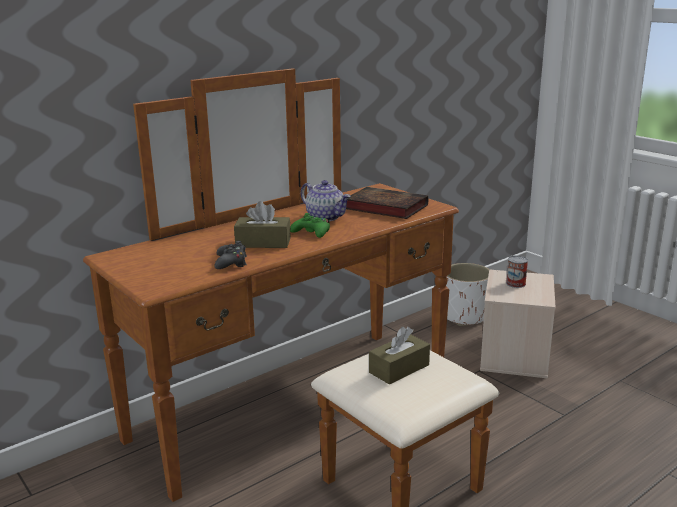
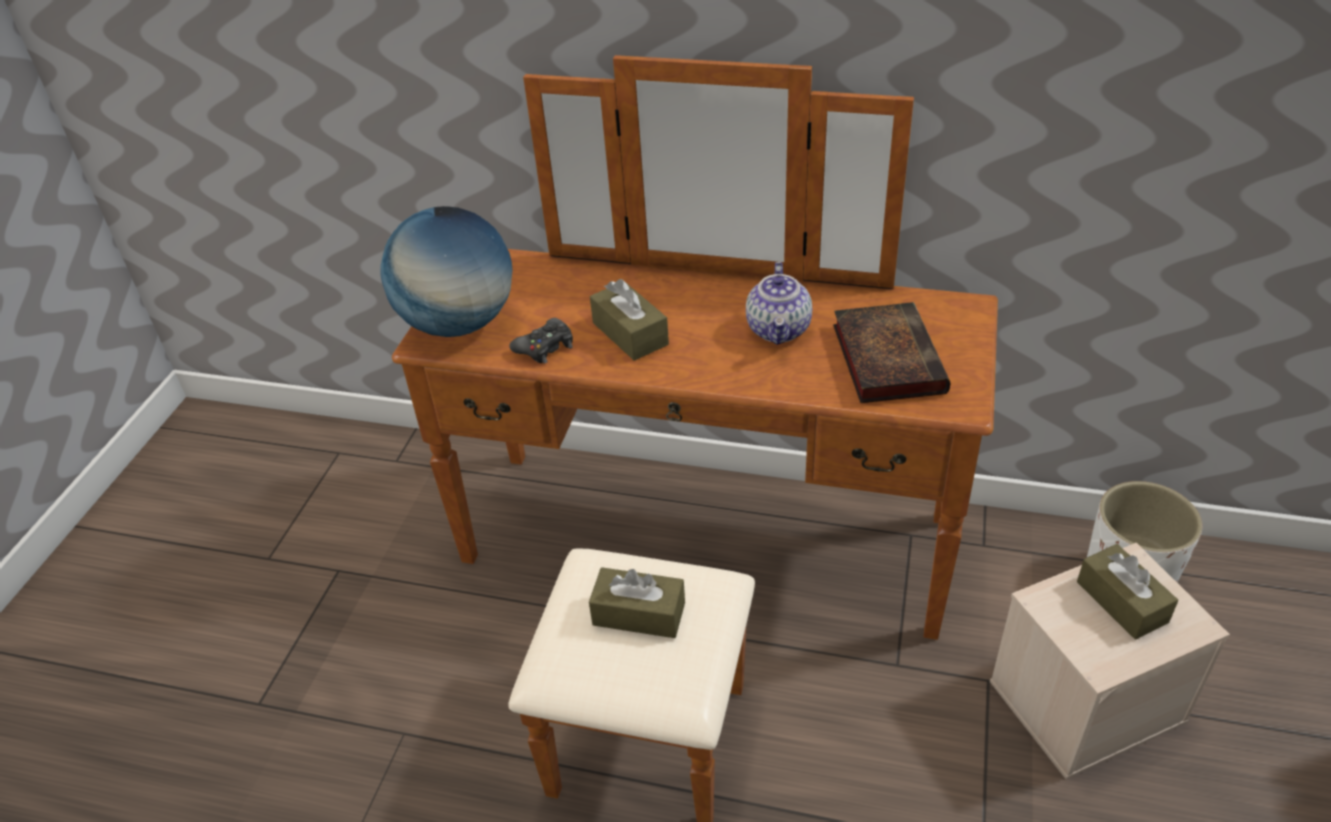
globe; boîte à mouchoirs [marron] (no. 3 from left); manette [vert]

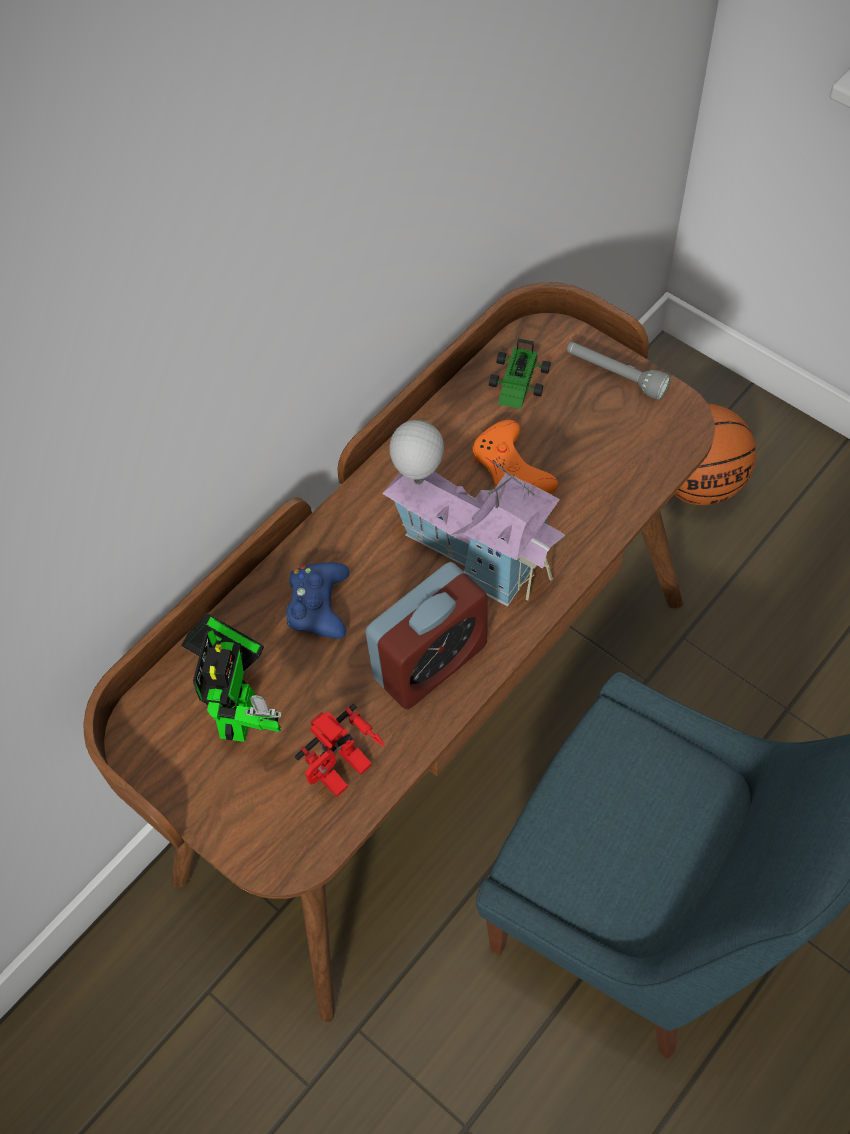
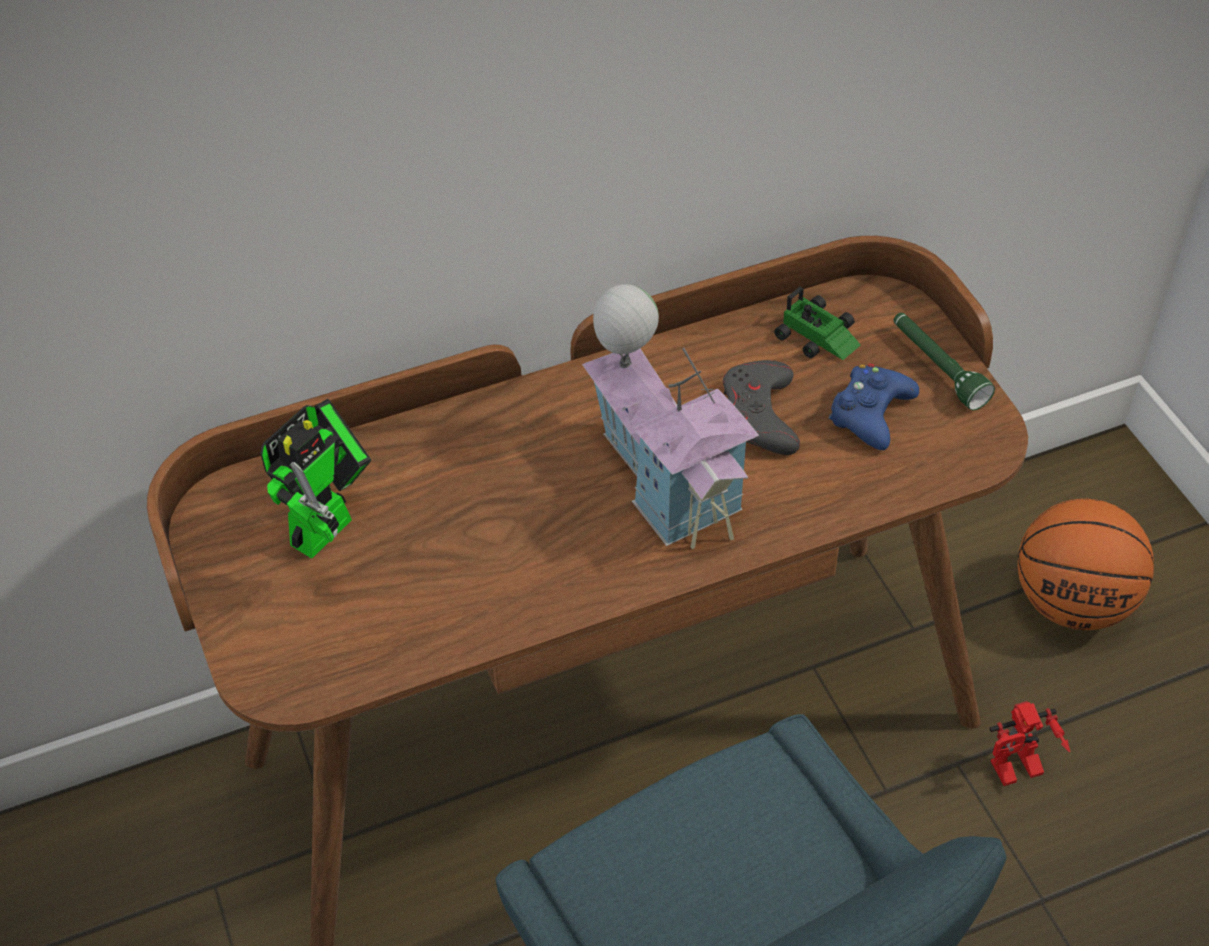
manette [gris]; petite voiture; manette [bleu]; lampe de poche [vert]; robot jouet (no. 2 from left); réveil

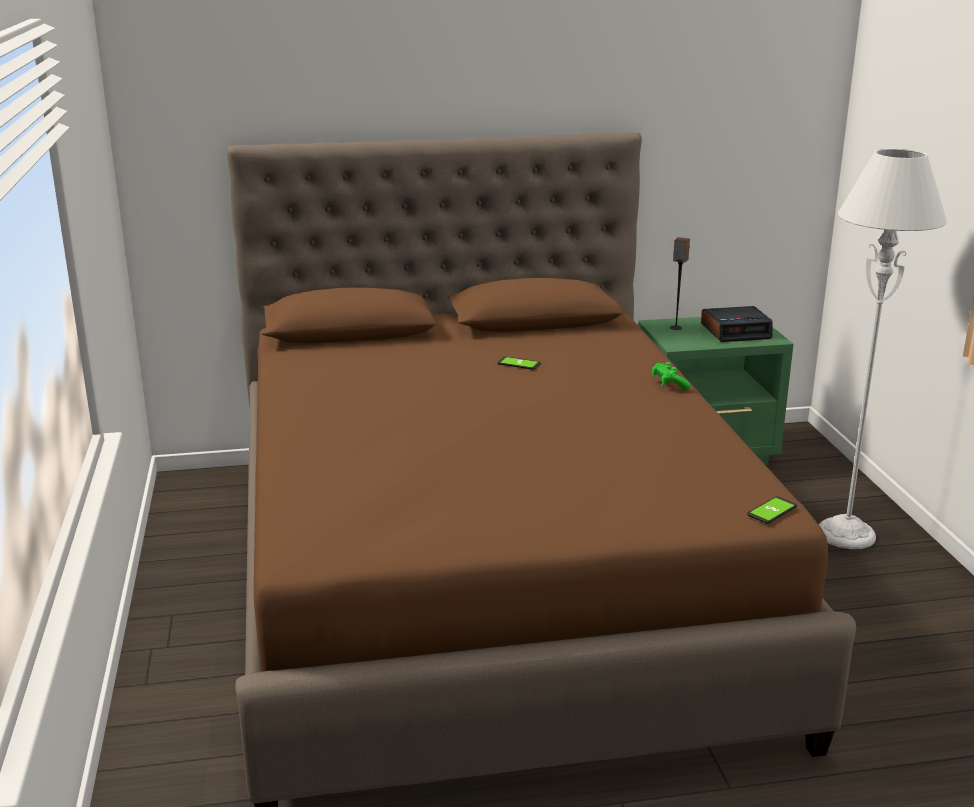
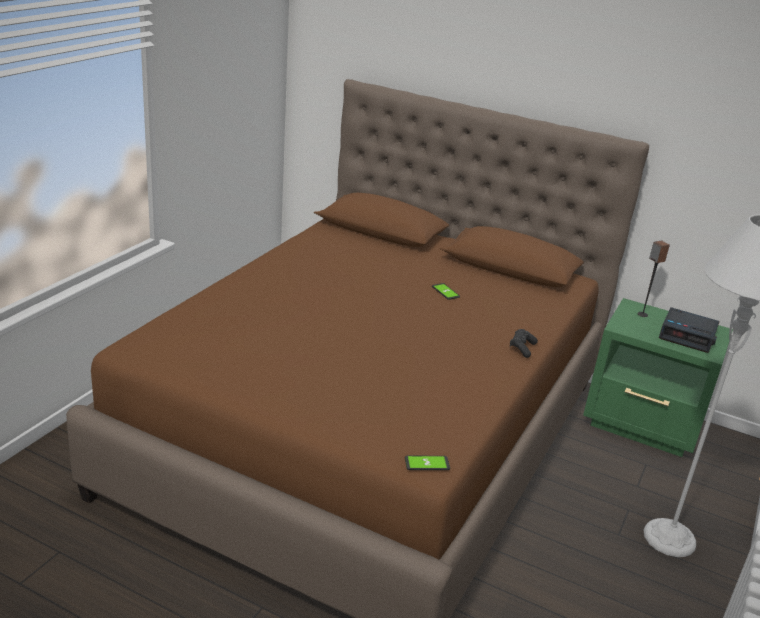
manette [noir]

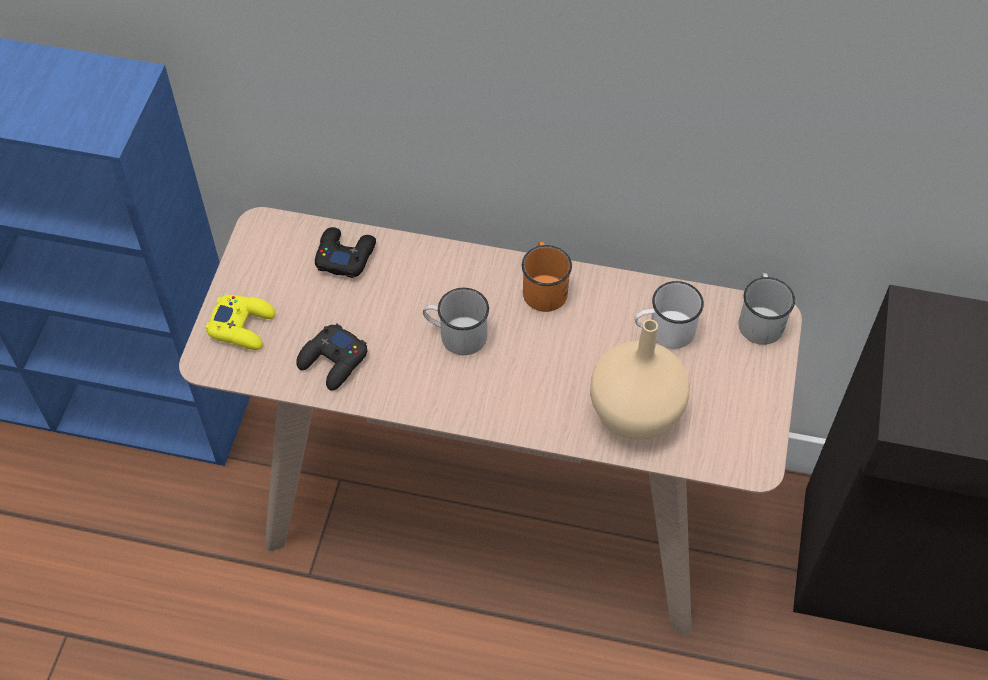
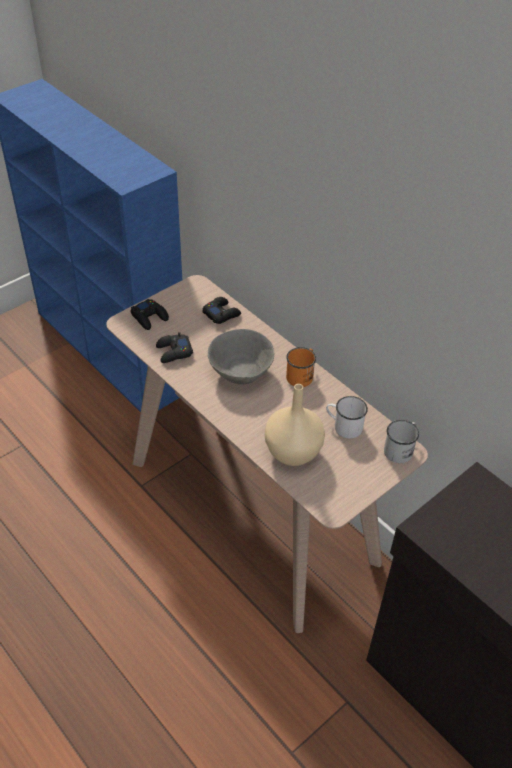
manette [noir] (no. 1 from left); bol [gris]

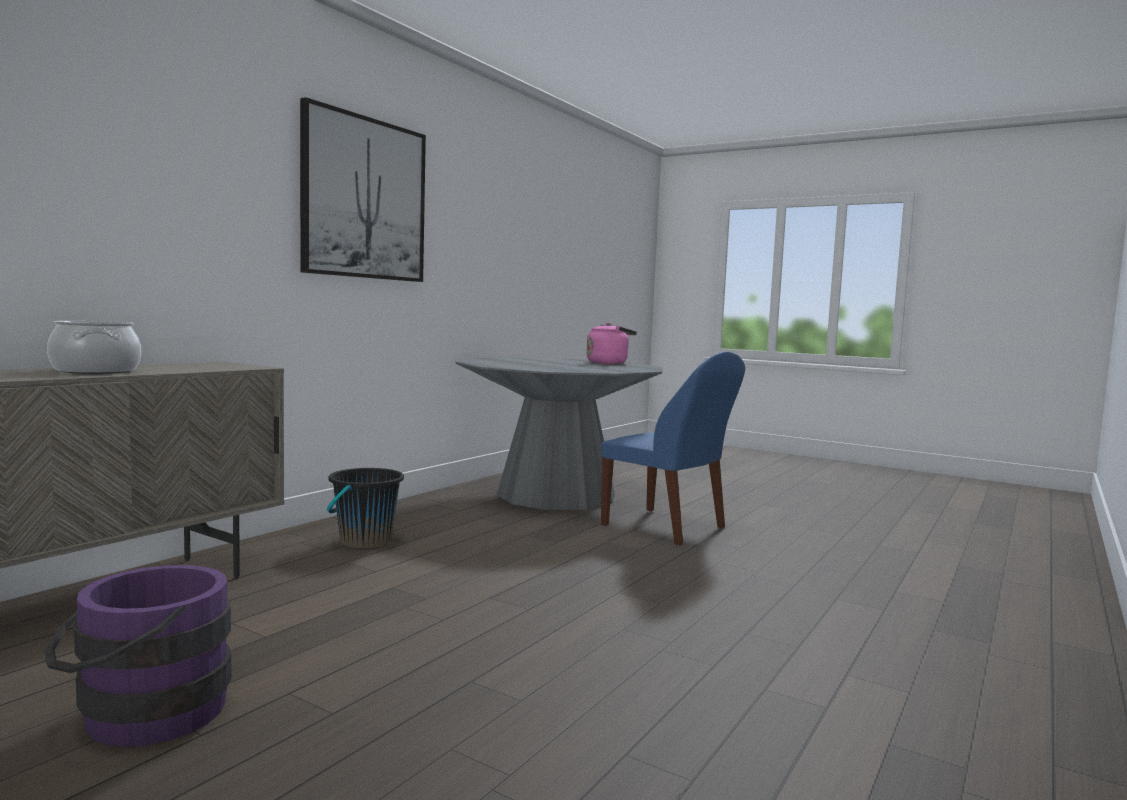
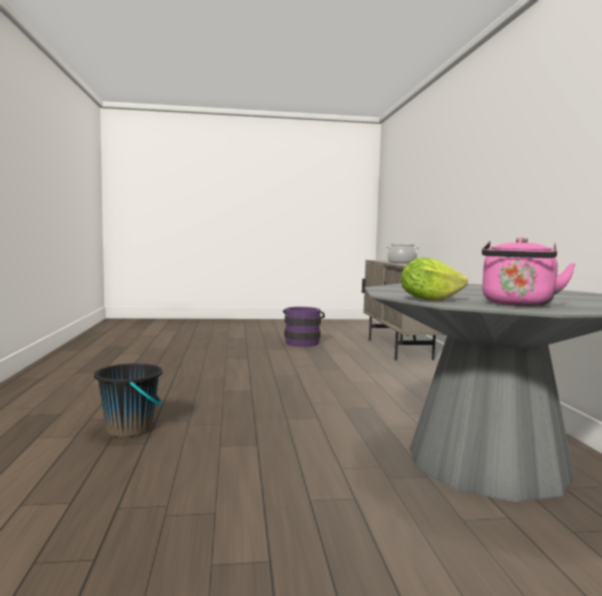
seau [noir]; laitue; tableau; chaise [bleu]

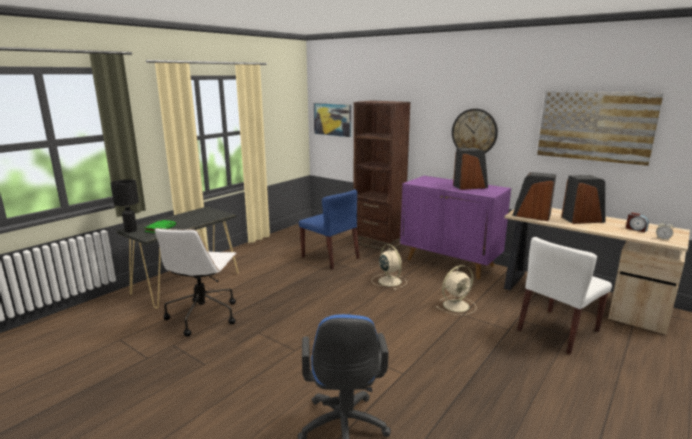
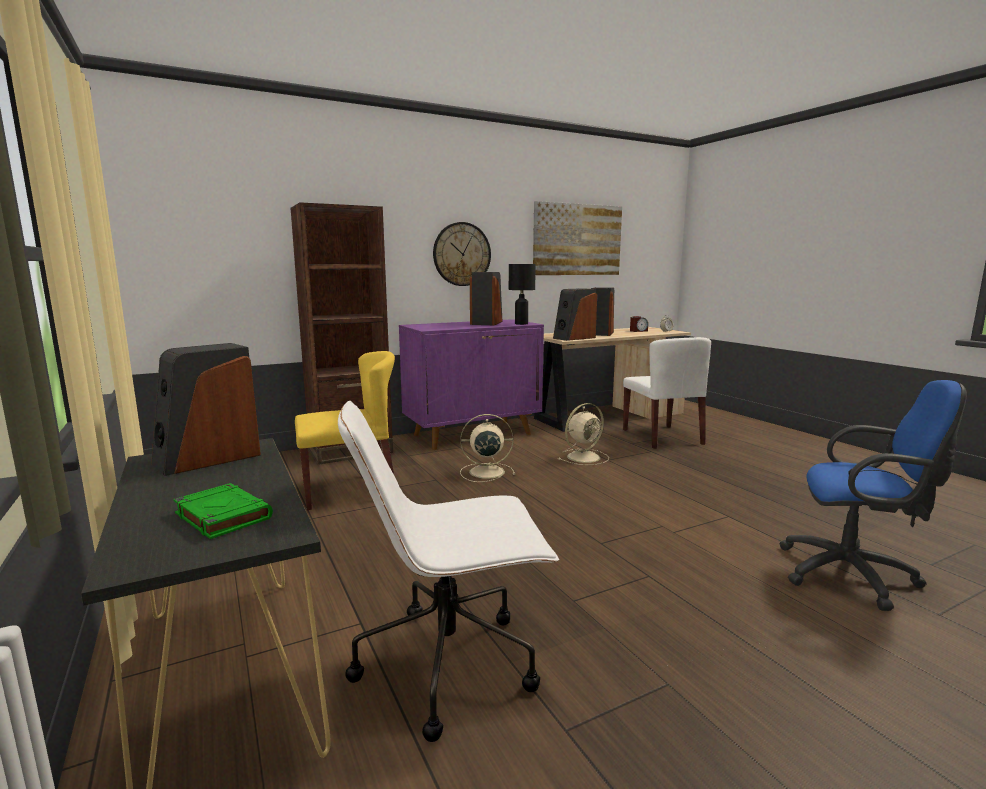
enceinte (no. 1 from left); chaise [jaune]; chaise de bureau [blanc]; lampe de table [noir]; ventilateur [beige] (no. 2 from left); tableau (no. 1 from left in the first image)

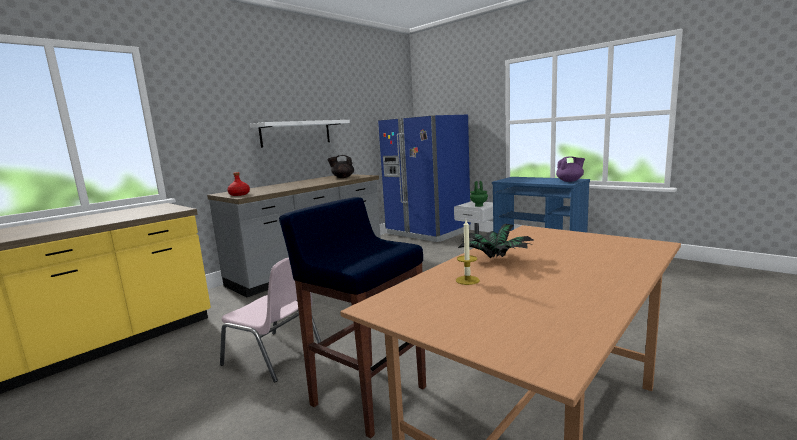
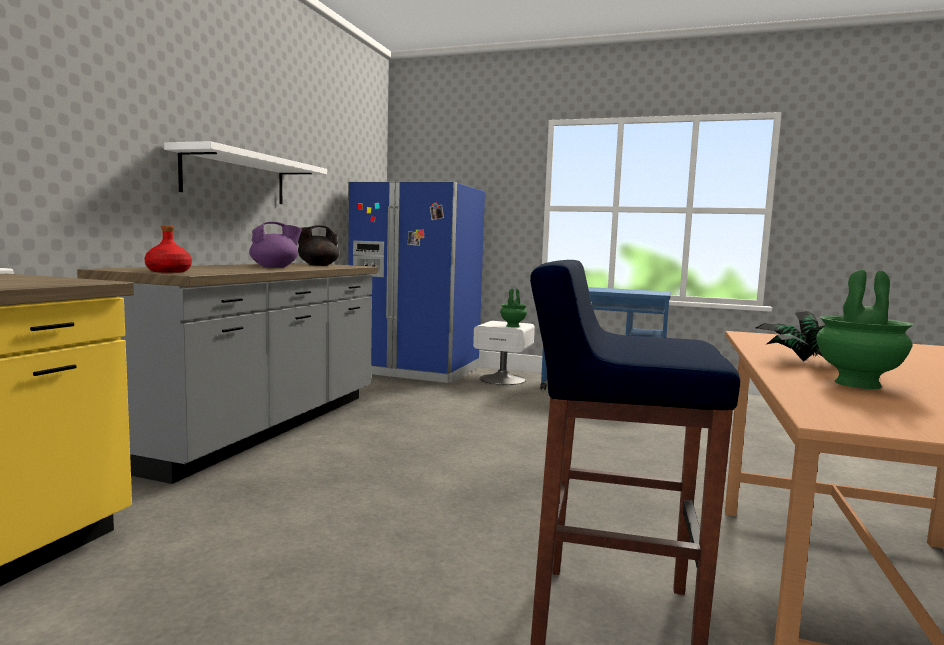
théière [violet]; vase [vert] (no. 2 from left); chaise [rose]

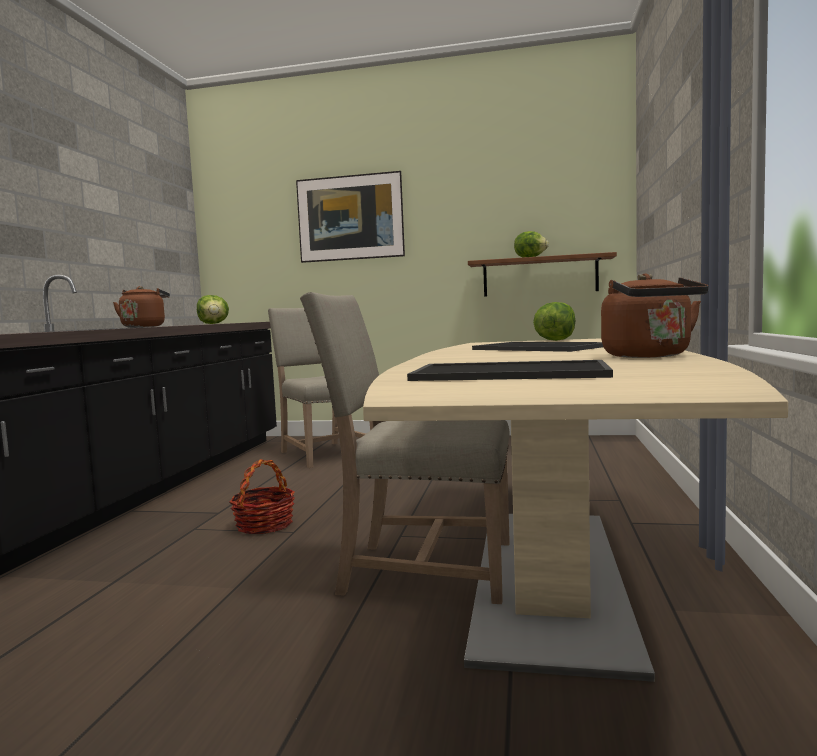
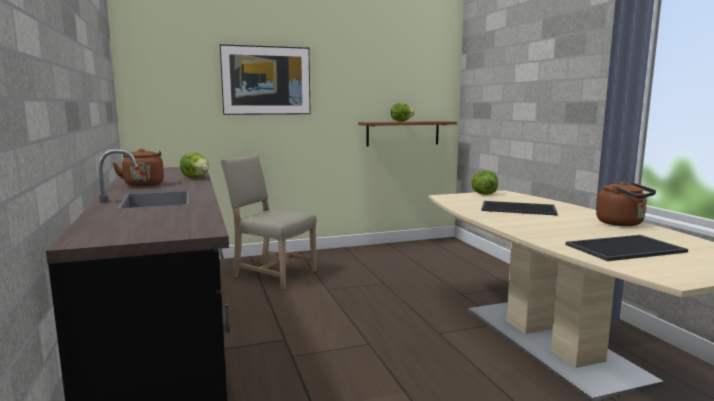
panier; chaise [beige] (no. 2 from left in the first image)

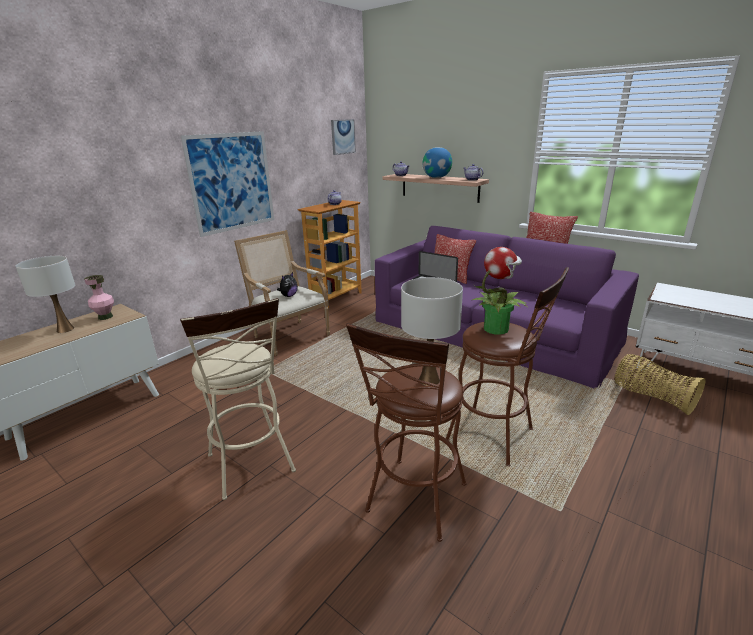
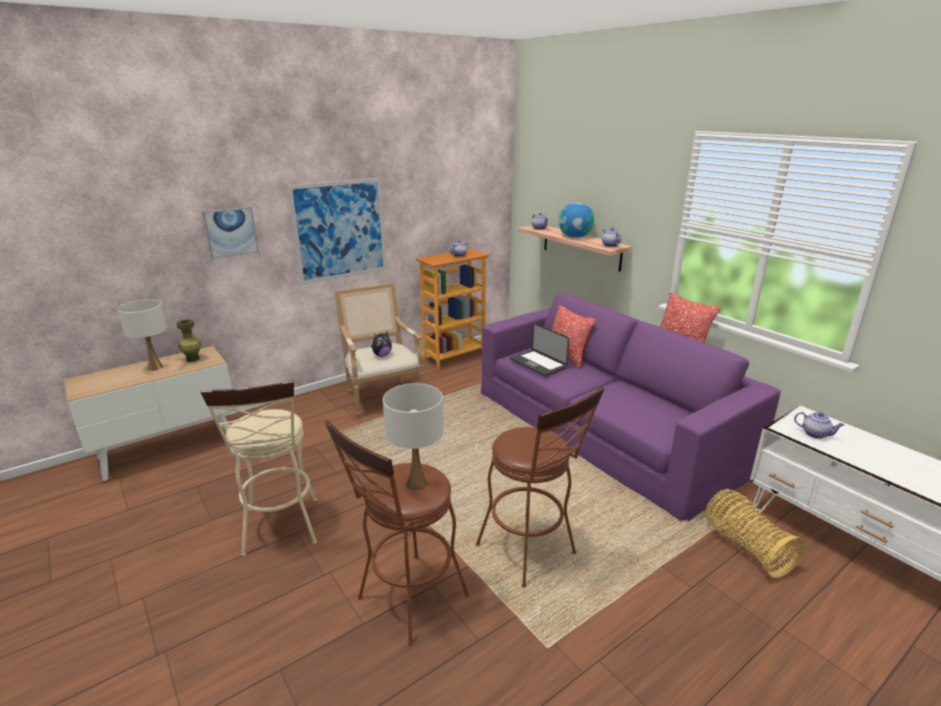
vase [vert]; tableau (no. 1 from left); théière (no. 4 from left); plante en pot

